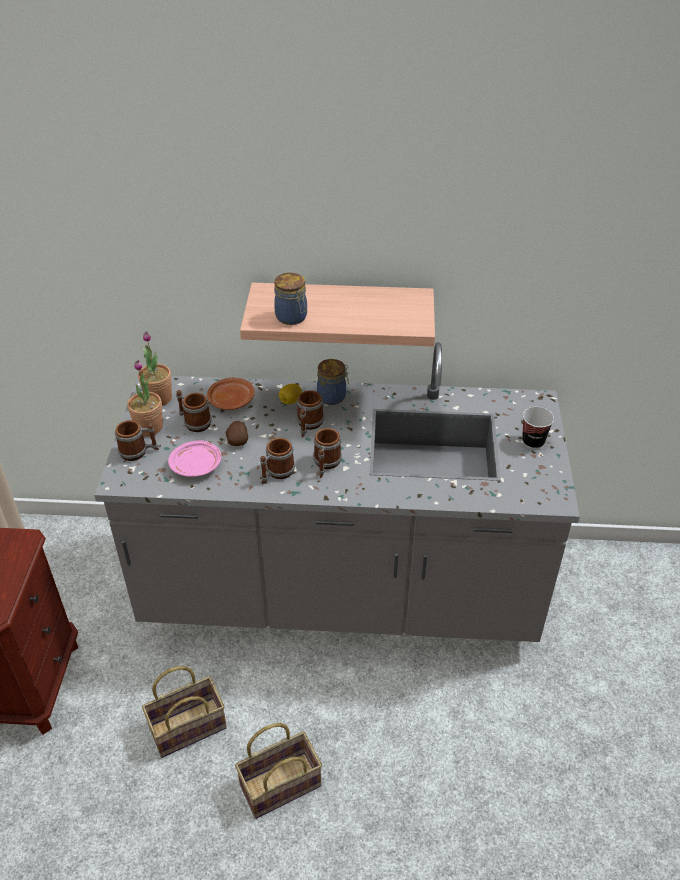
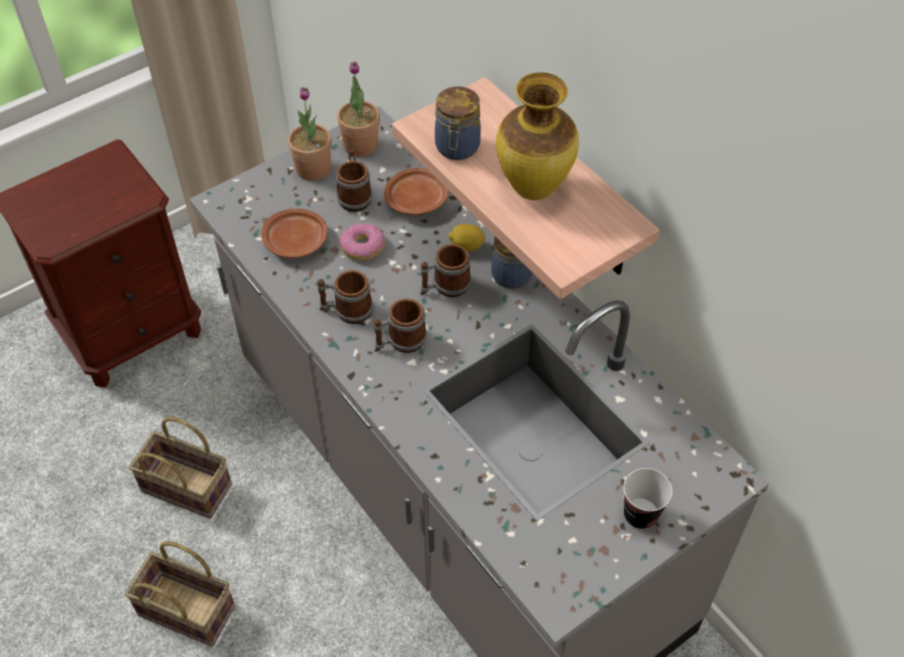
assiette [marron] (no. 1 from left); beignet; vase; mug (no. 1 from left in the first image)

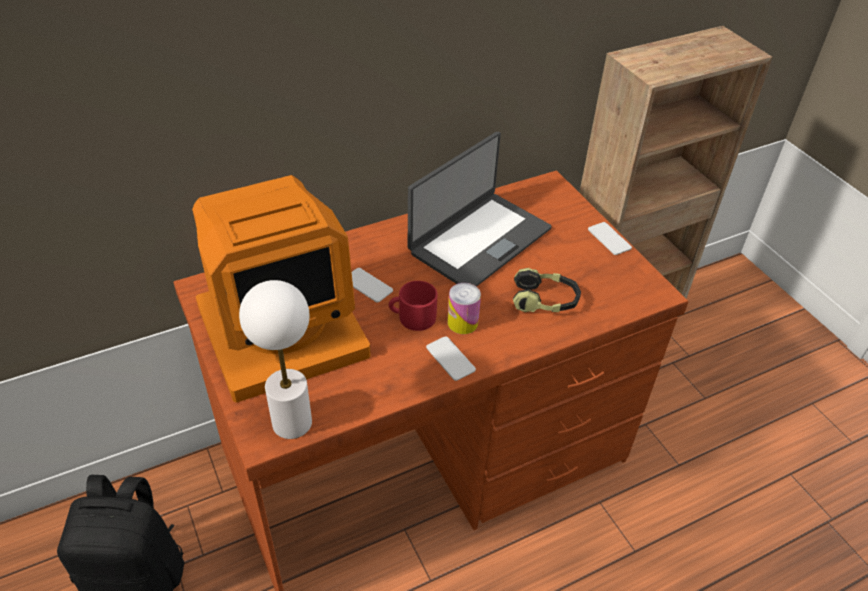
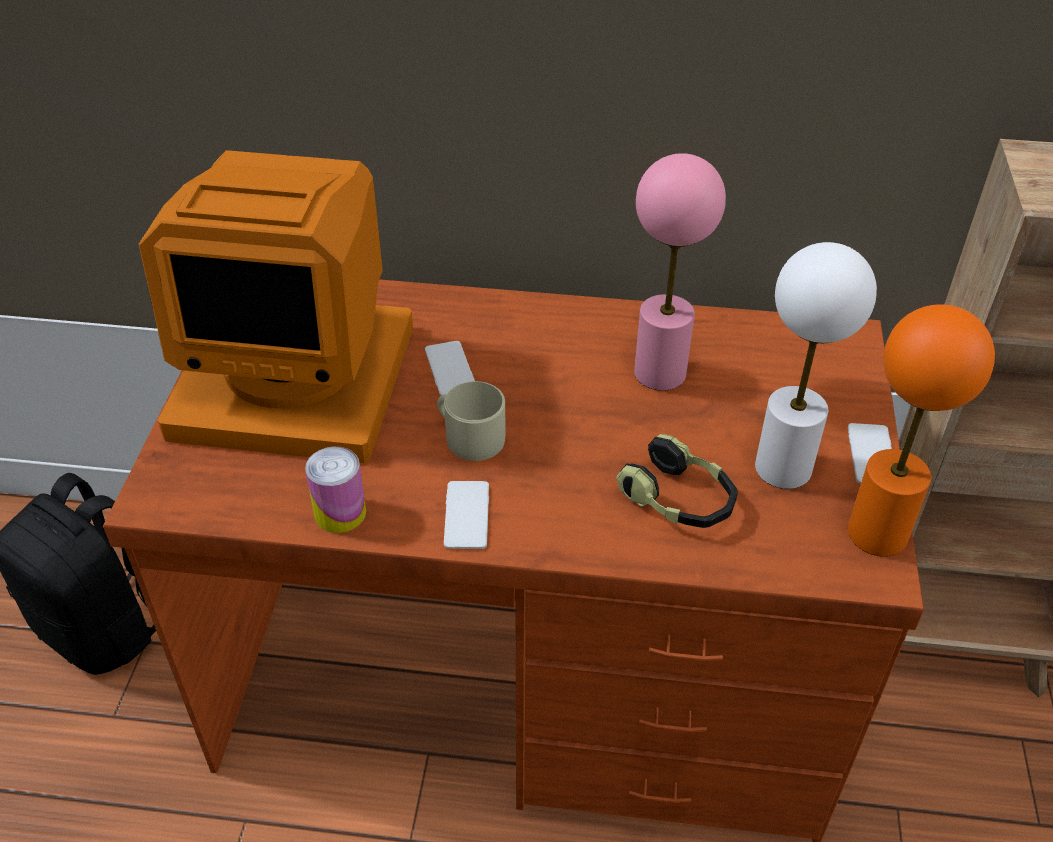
boîte métallique; mug [beige]; lampe de table [rose]; lampe de table [blanc]; lampe de table [orange]

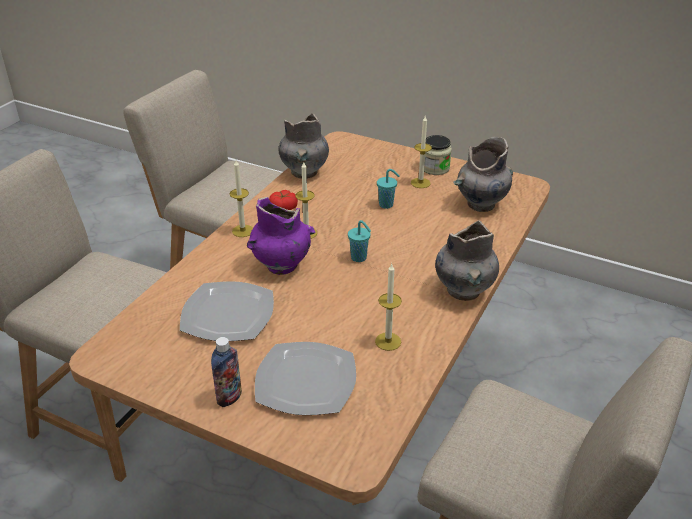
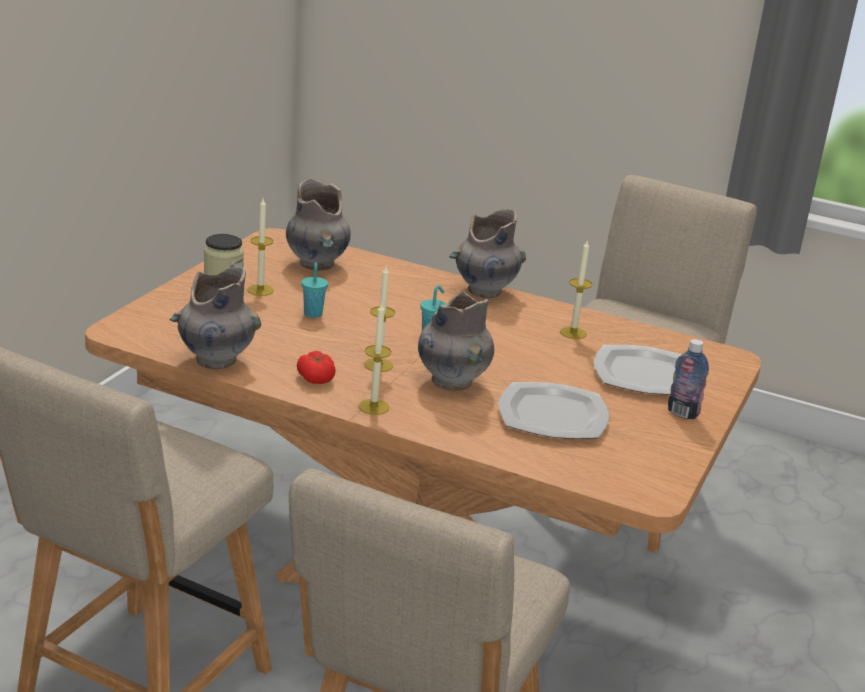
vase [gris] (no. 3 from left)

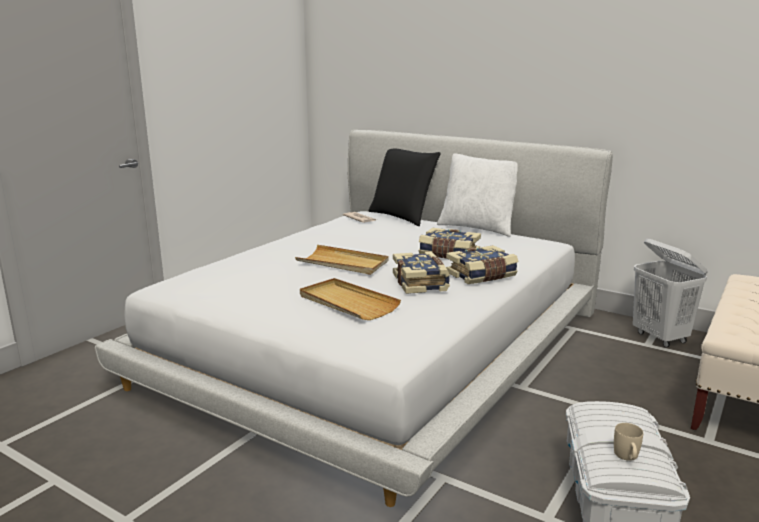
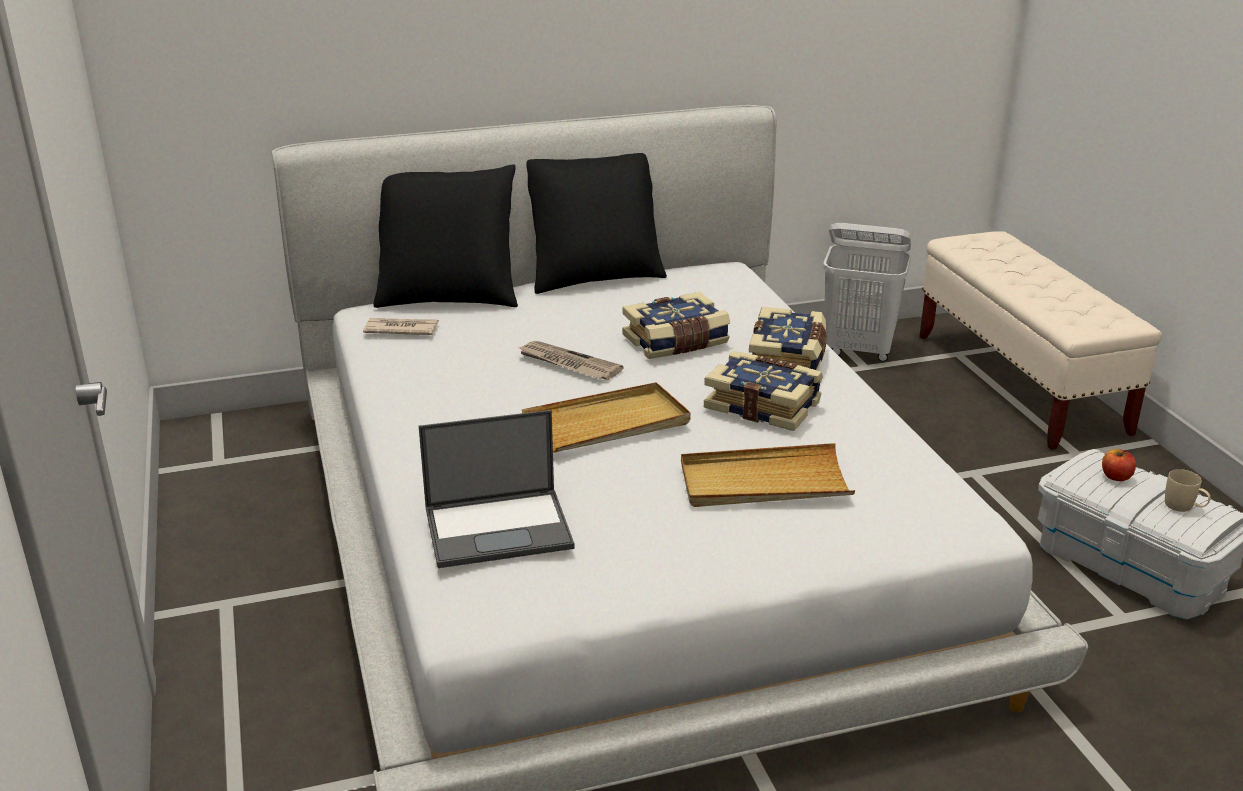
ordinateur portable; journal (no. 2 from left); coussin [noir] (no. 2 from left); pomme

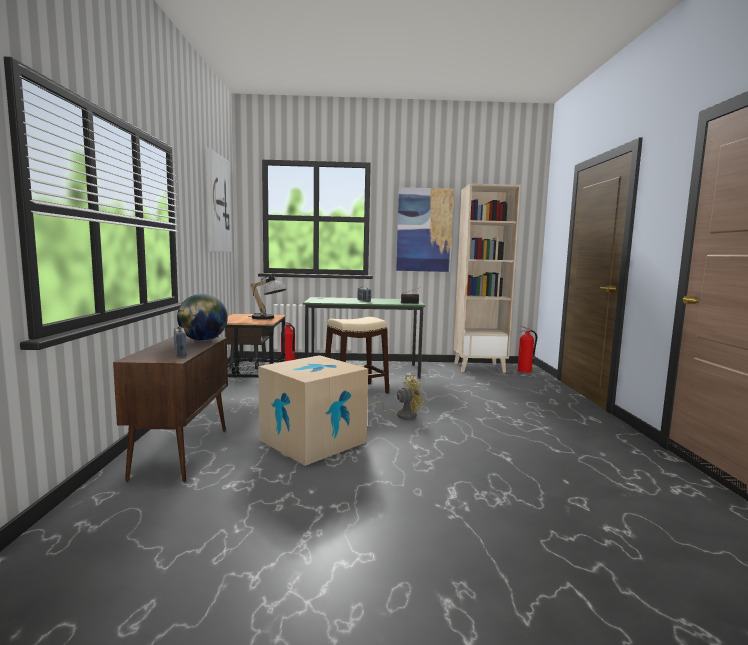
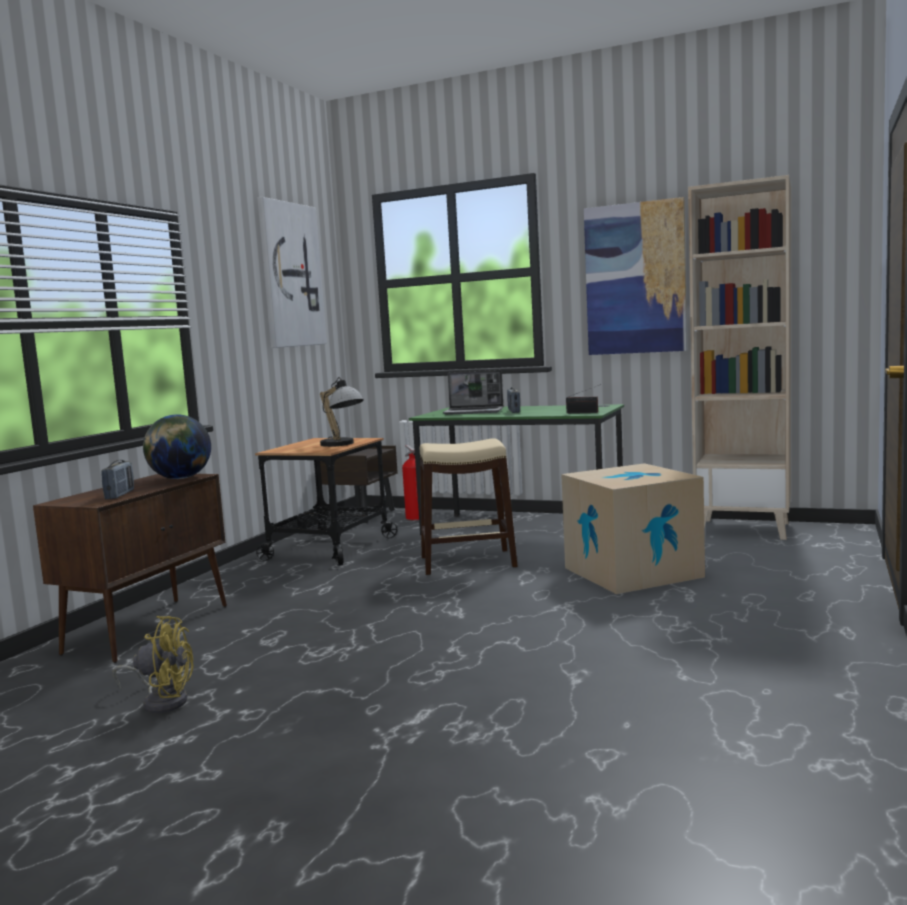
ventilateur [jaune]; ordinateur portable; carton; extincteur (no. 2 from left in the first image)

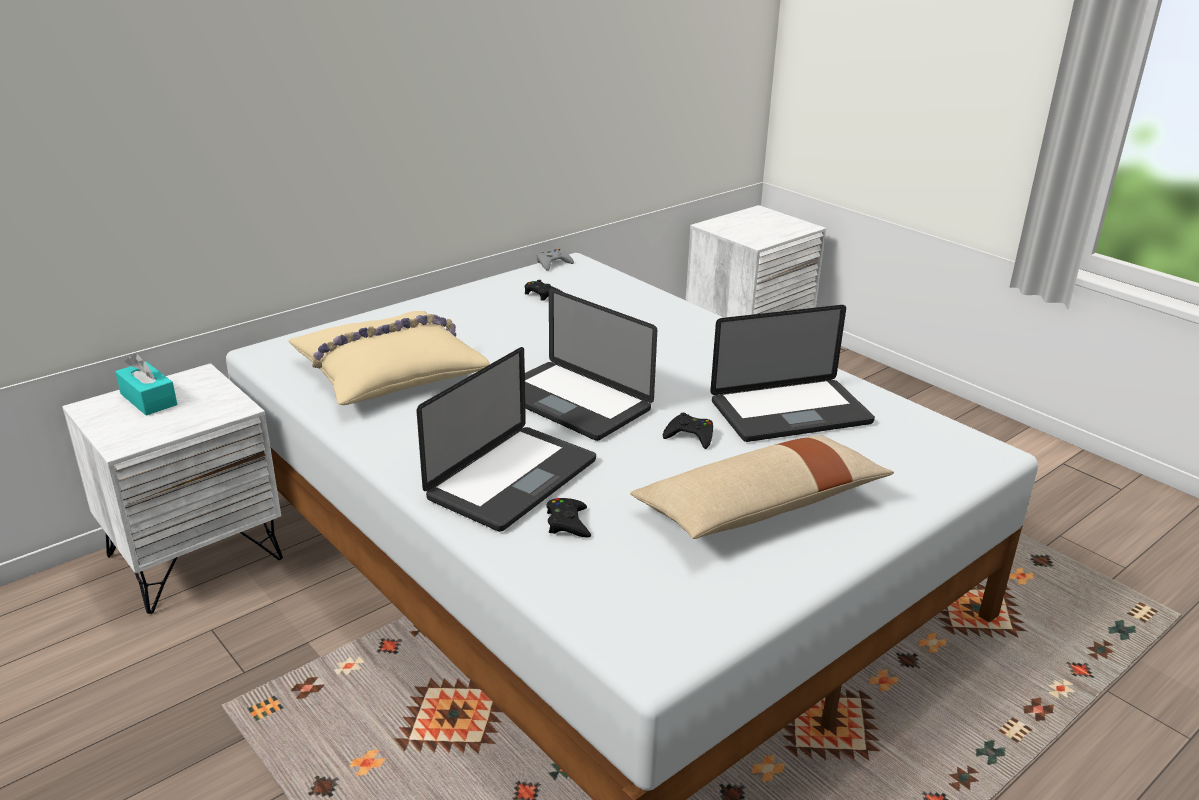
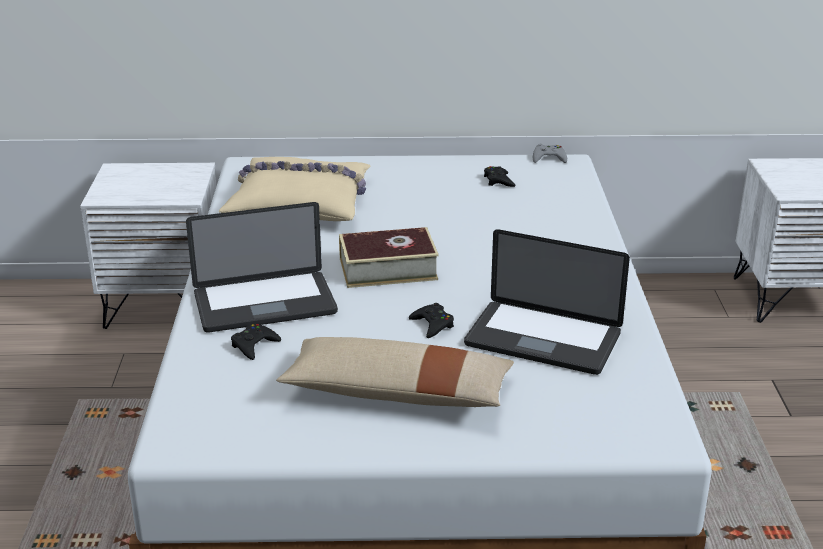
livre; boîte à mouchoirs [turquoise]

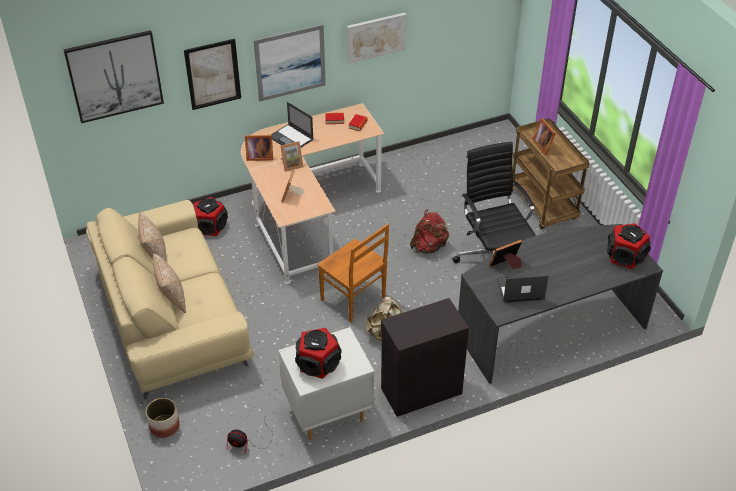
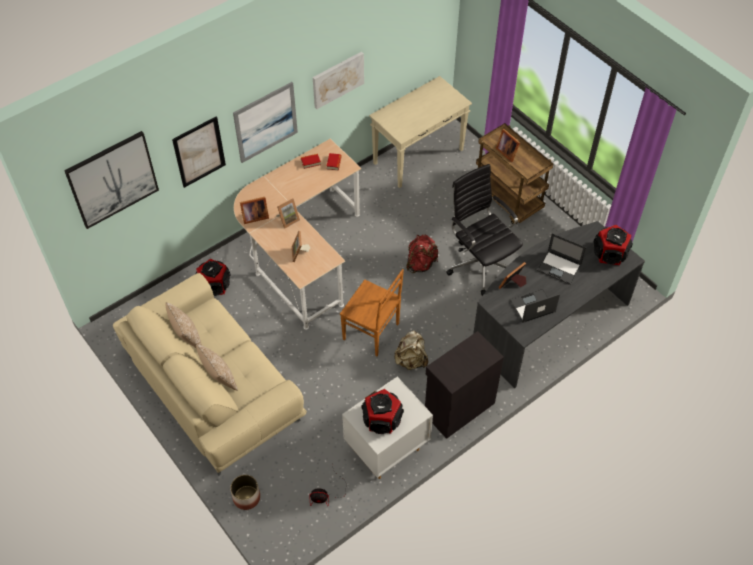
table console [beige]; ordinateur portable (no. 2 from left)

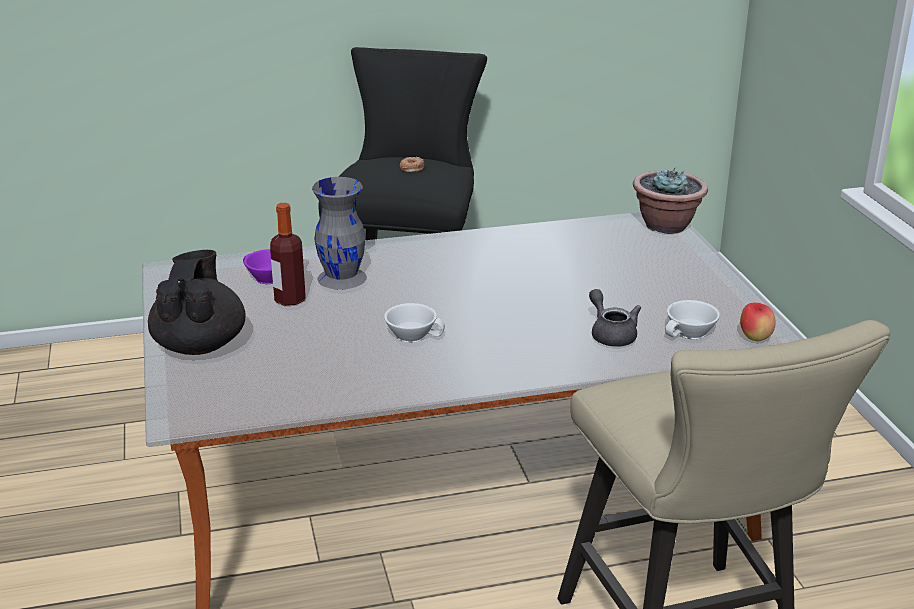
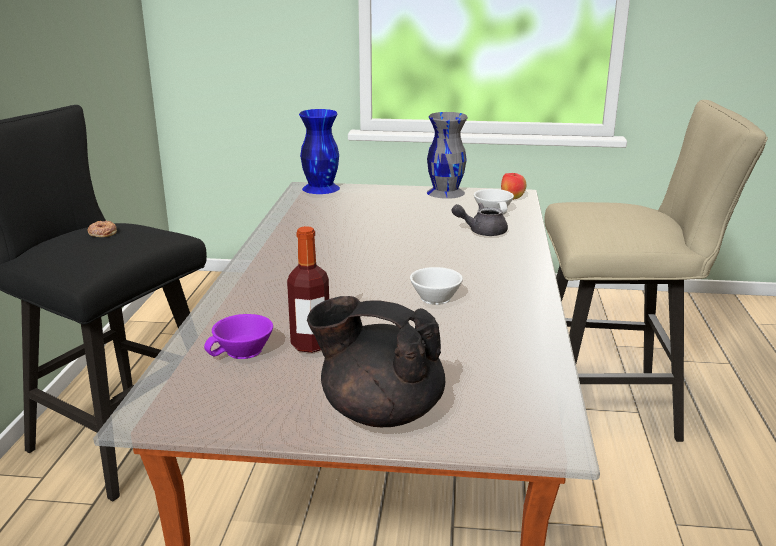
vase [bleu]; vase [gris]

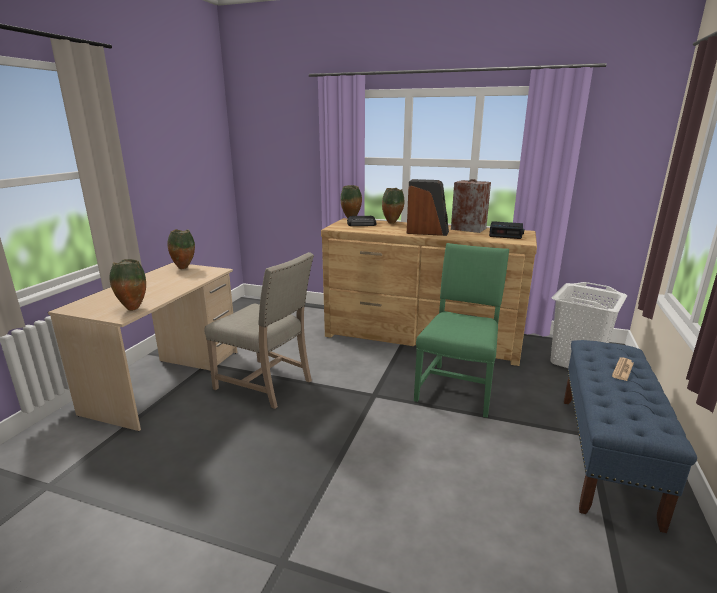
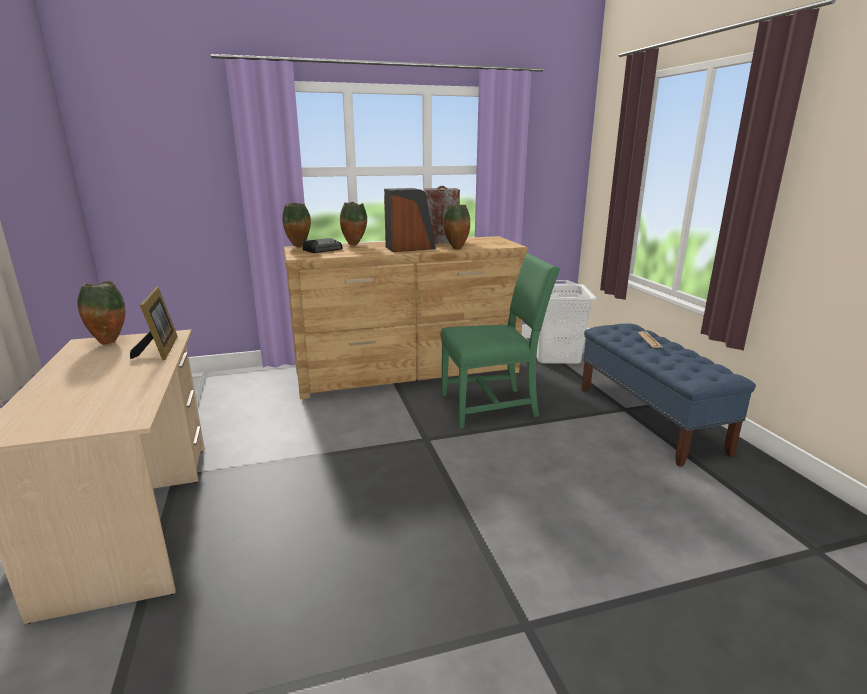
cadre photo; chaise [vert]; vase (no. 4 from left); chaise [beige]; réveil

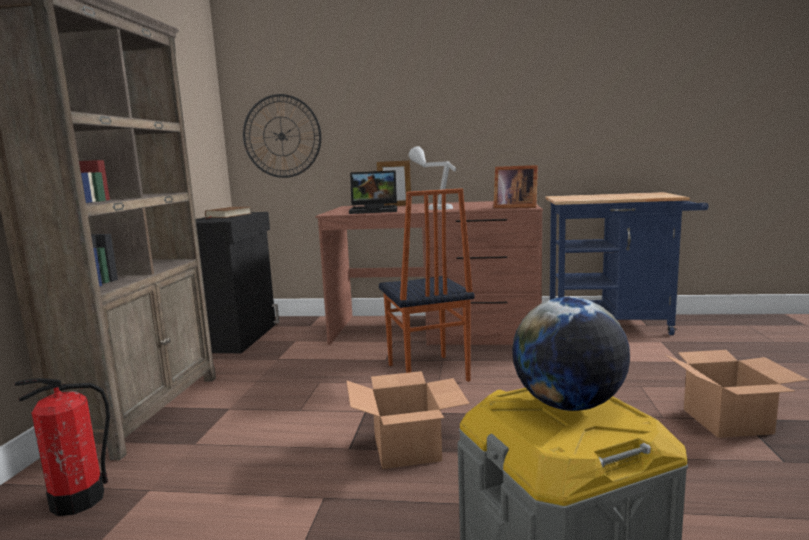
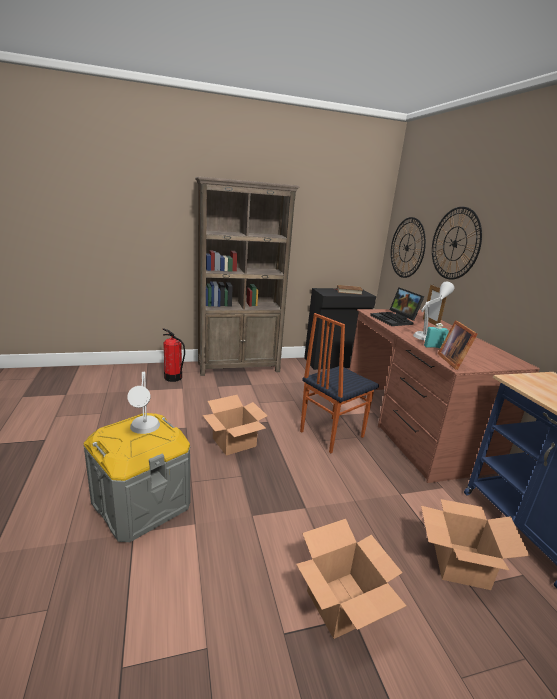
lampe de table [gris] (no. 1 from left); carton (no. 3 from left); bouteille [turquoise]; horloge murale (no. 2 from left)

